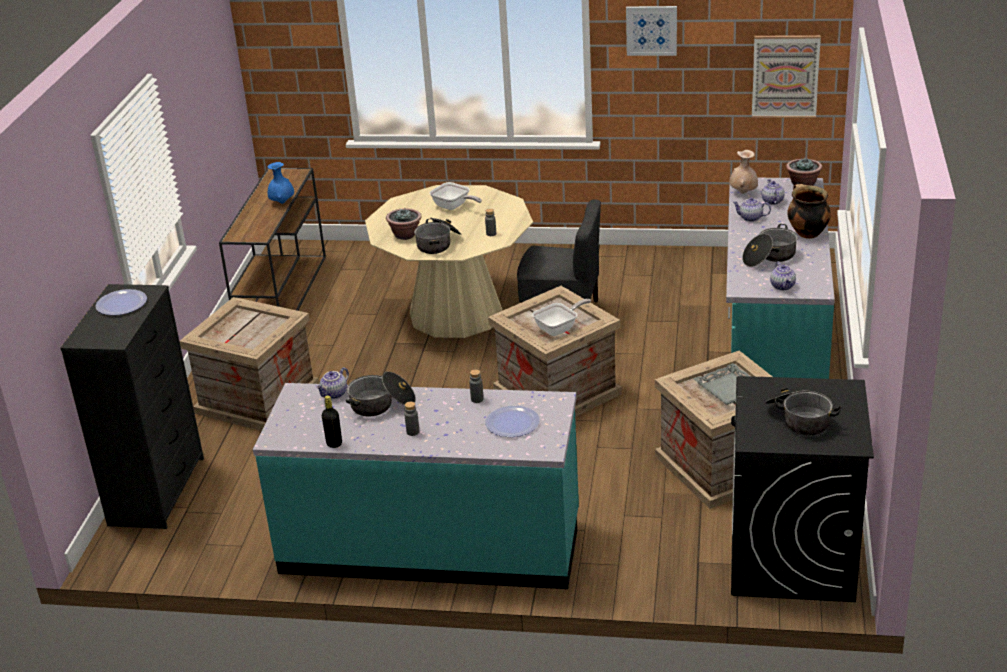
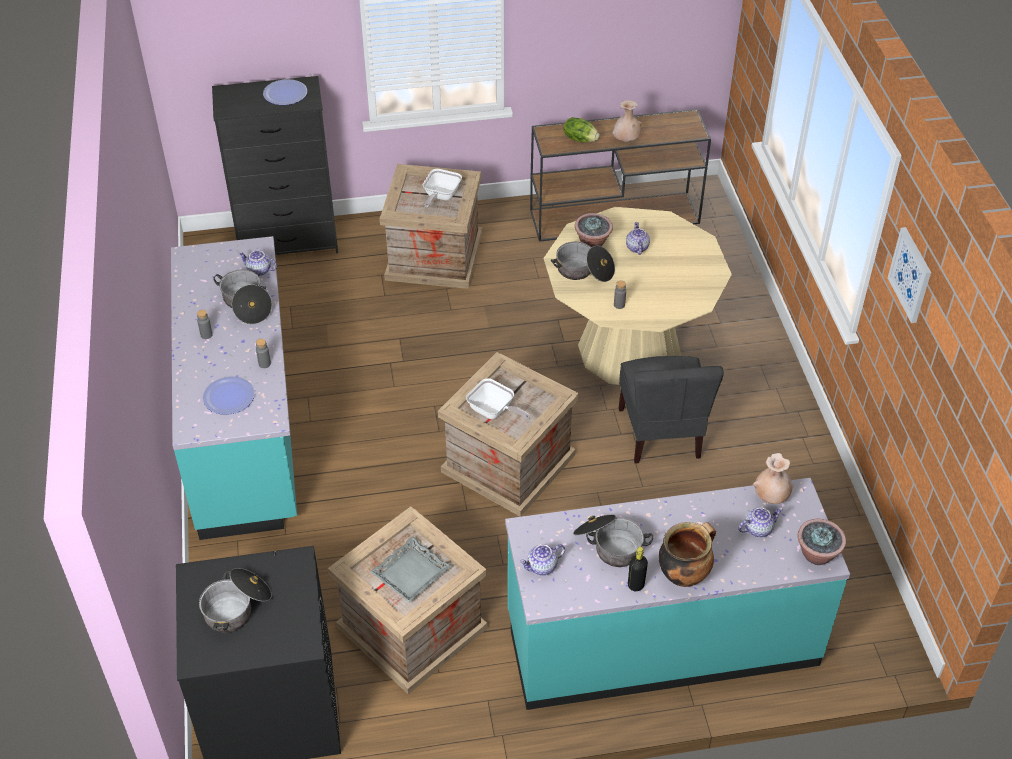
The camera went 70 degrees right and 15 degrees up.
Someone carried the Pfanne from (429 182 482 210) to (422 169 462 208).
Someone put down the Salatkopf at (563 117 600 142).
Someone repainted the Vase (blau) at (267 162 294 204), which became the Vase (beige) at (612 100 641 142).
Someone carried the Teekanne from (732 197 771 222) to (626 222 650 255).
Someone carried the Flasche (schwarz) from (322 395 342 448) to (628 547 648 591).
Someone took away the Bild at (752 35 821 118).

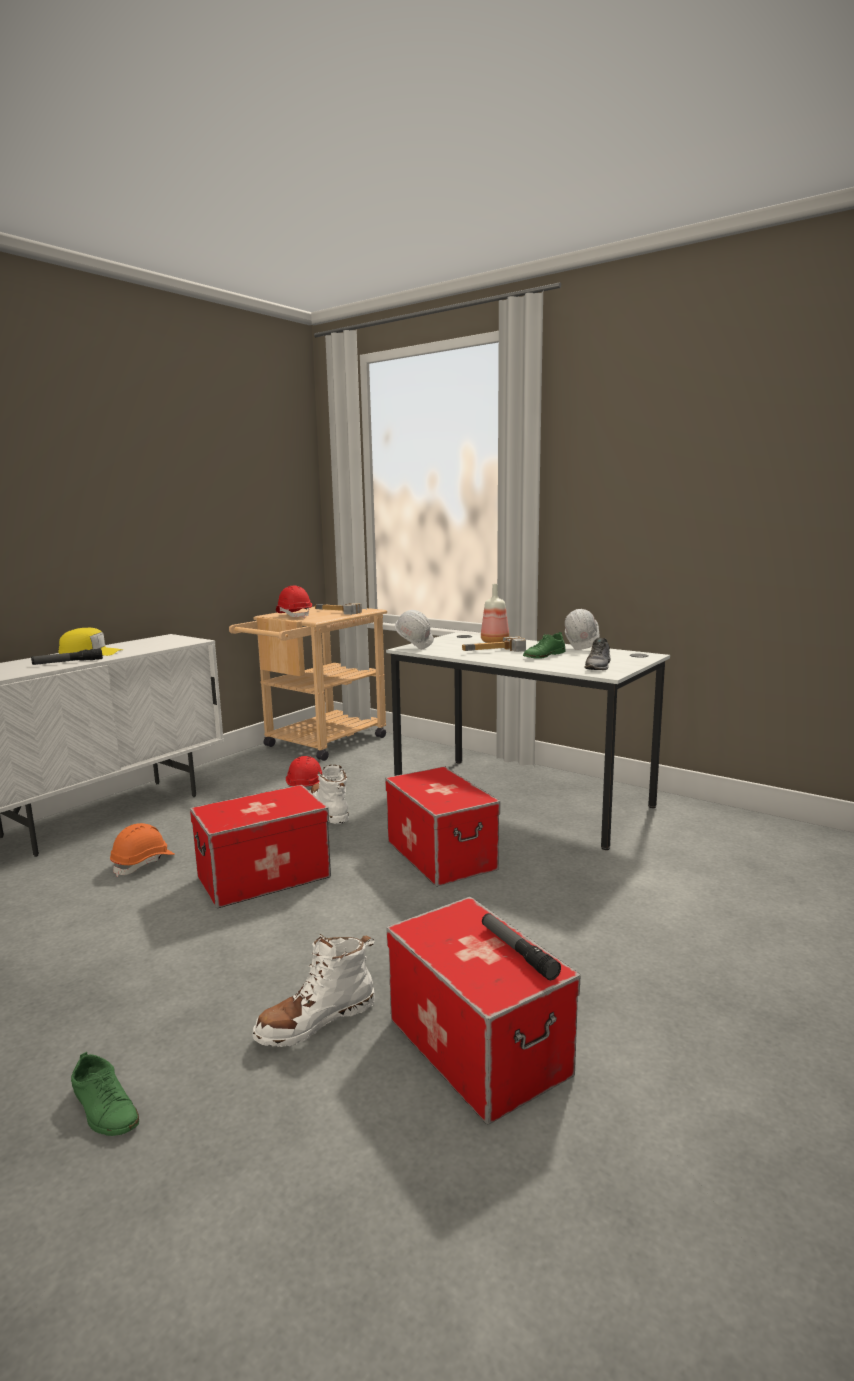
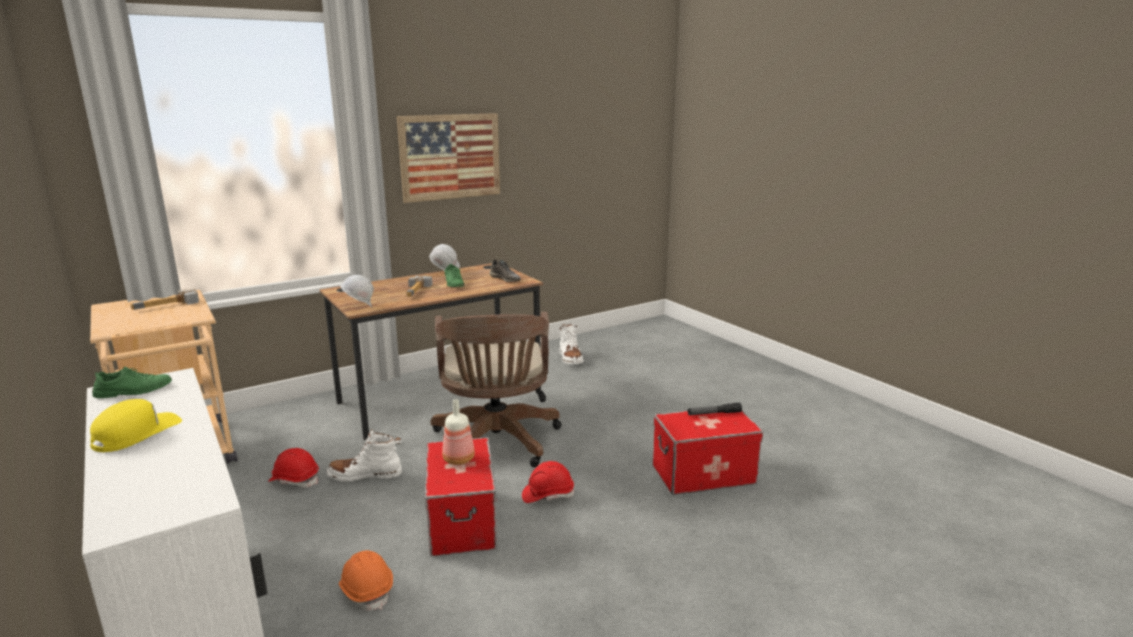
The camera went 70 degrees left and 5 degrees up.
Someone carried the Schuh (grün) from (71 1052 139 1136) to (92 367 172 398).
Someone repainted the Schreibtisch (weiß) at (386 632 670 850), which became the Schreibtisch (braun) at (320 263 543 440).
Someone put up the Bild at (397 113 500 203).
Someone swapped the Aufbewahrungsbox at (385 766 500 887) for the Bürostuhl (braun) at (431 312 562 467).
Someone carried the Flasche from (481 584 509 643) to (442 399 475 465).
Someone carried the Schutzhelm (rot) from (276 586 312 618) to (522 461 574 503).
Someone carried the Stiefel (weiß) from (252 934 375 1047) to (559 324 583 365).
Someone took away the Taschenlampe at (31 648 103 665).

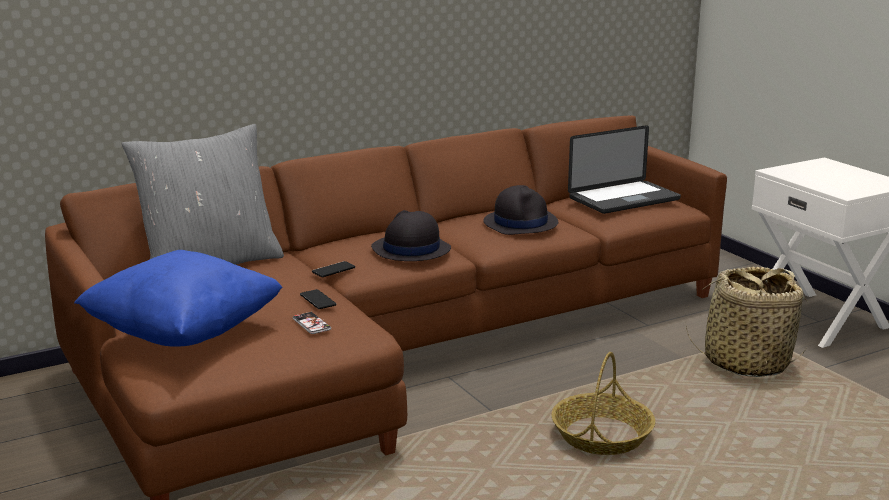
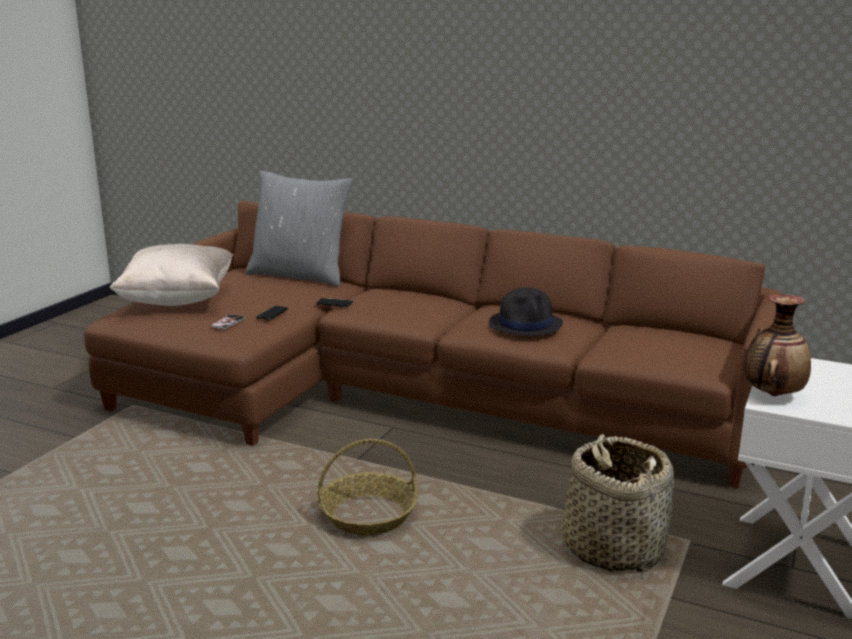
The camera went 55 degrees right and 0 degrees up.
Someone repainted the Kissen (blau) at (74 250 282 347), which became the Kissen (beige) at (109 244 234 306).
Someone put down the Vase at (745 295 811 396).
Someone took away the Hut (schwarz) at (371 210 451 261).
Someone took away the Laptop at (568 125 681 214).

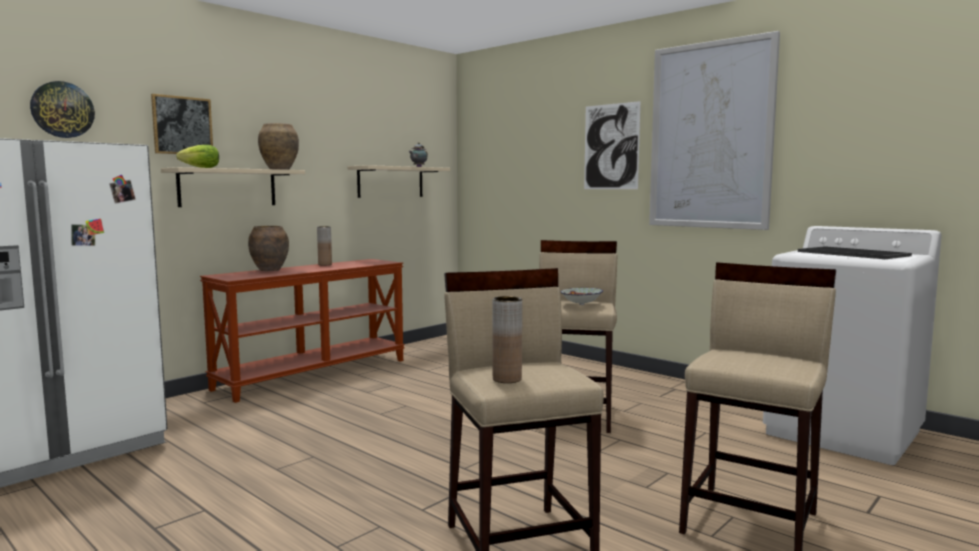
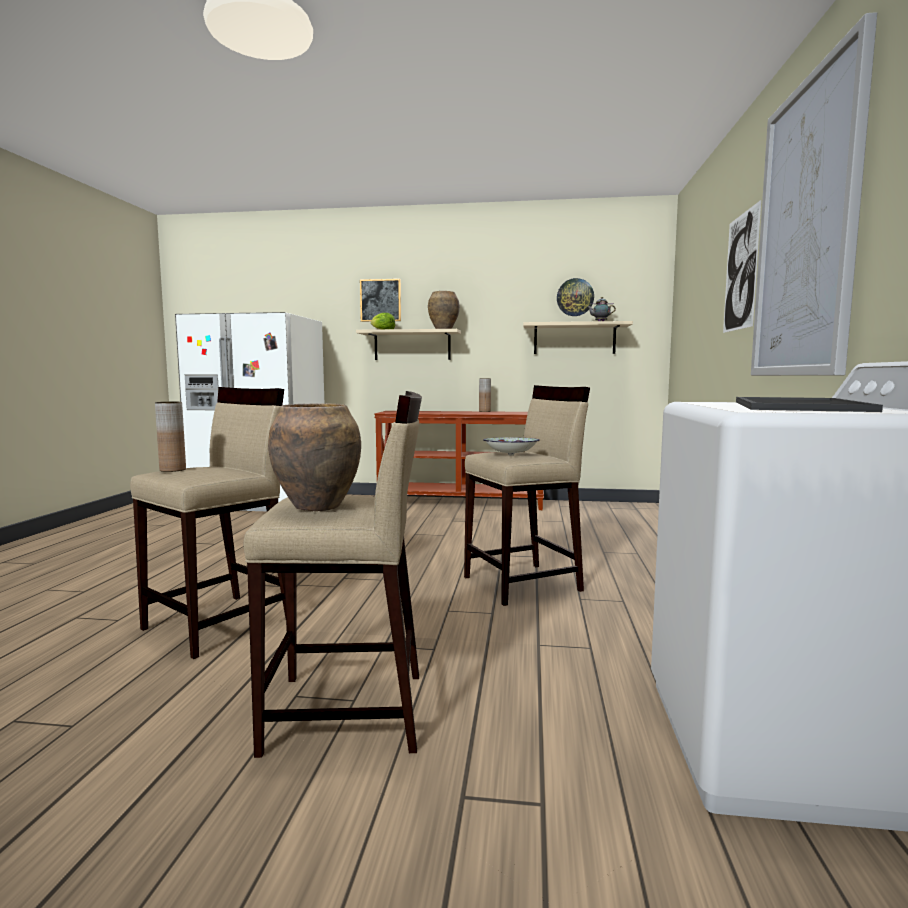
The camera went 55 degrees right and 0 degrees up.
Someone carried the Vase (braun) from (248 226 289 271) to (268 403 361 511).
Someone carried the Wanduhr from (30 81 95 138) to (557 278 594 316).

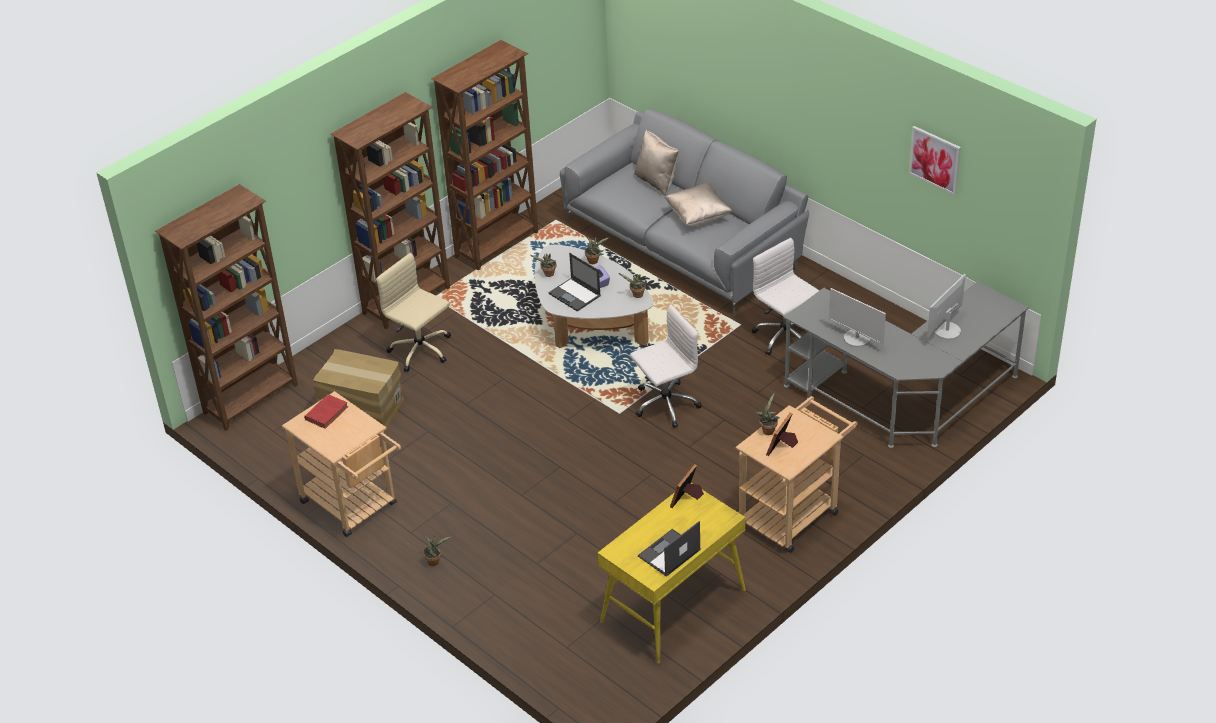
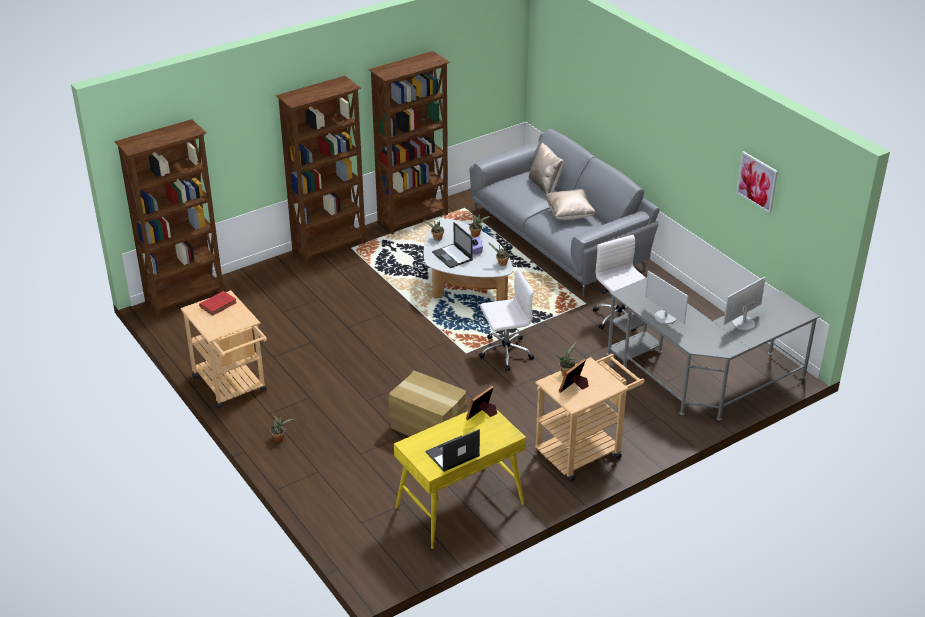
The camera went 10 degrees right and 5 degrees down.
Someone carried the Karton from (313 349 404 427) to (388 370 467 436).
Someone took away the Bürostuhl (beige) at (376 253 451 372).

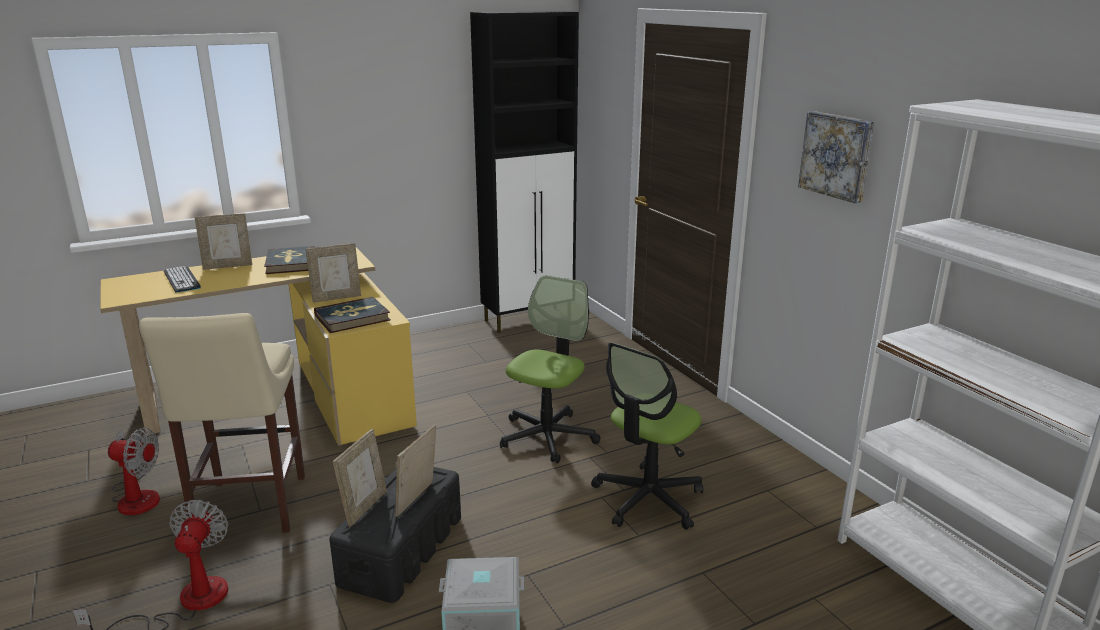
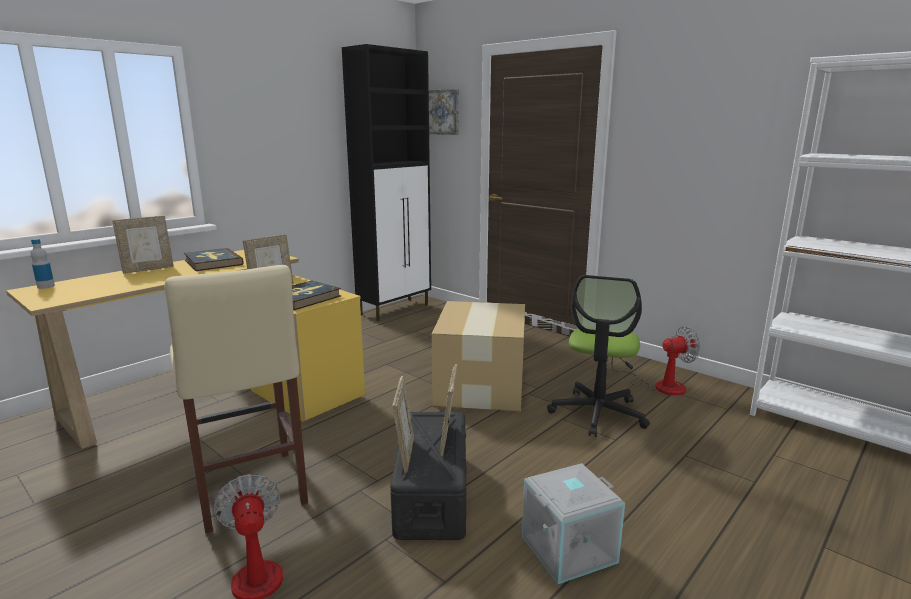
The camera went 20 degrees left and 5 degrees down.
Someone put down the Flasche at (31 239 55 289).
Someone carried the Bild from (798 111 874 203) to (429 89 459 135).
Someone swapped the Bürostuhl at (500 275 601 463) for the Karton at (432 301 525 411).
Someone carried the Ventilator from (108 428 160 515) to (609 326 700 396).
Someone took away the Tastatur at (164 266 201 293).

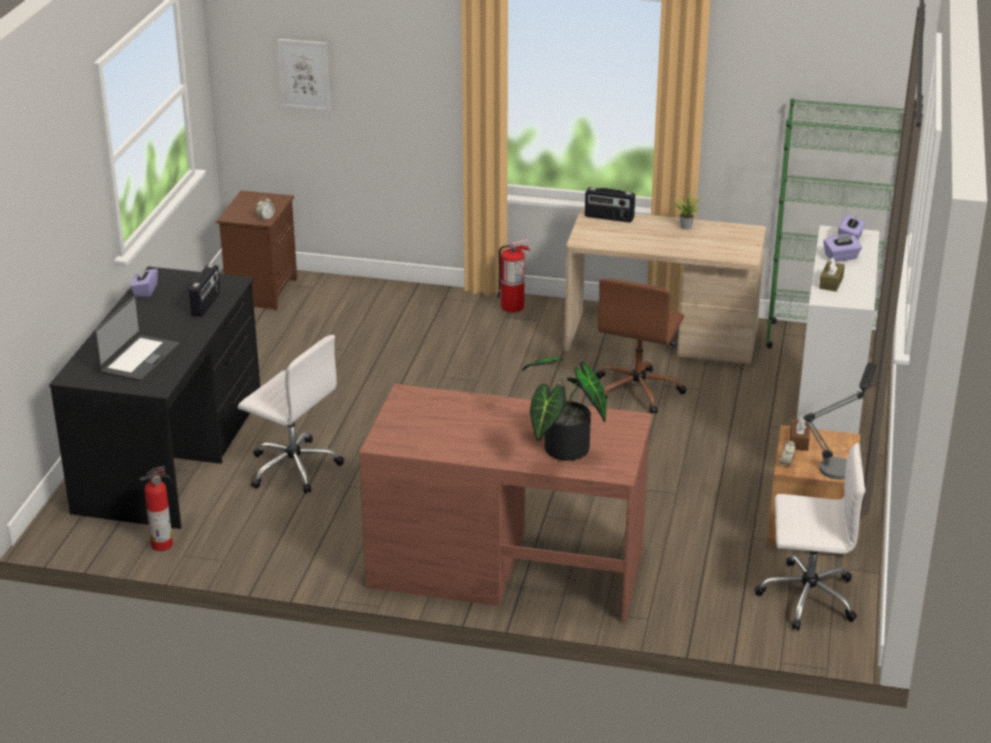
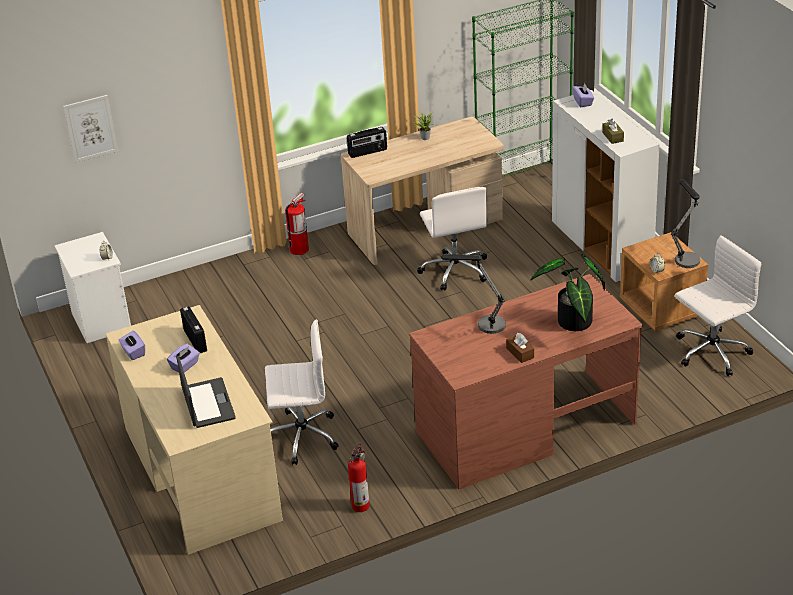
The camera went 35 degrees left and 5 degrees up.
Someone repainted the Nachttisch (braun) at (216 191 297 310), which became the Nachttisch (weiß) at (55 232 131 343).
Someone repainted the Schreibtisch (schwarz) at (49 266 260 529), which became the Schreibtisch (beige) at (106 305 283 555).
Someone carried the Taschentuchbox (lila) from (823 234 862 262) to (167 344 200 373).
Someone carried the Feuerlöscher from (140 465 173 551) to (348 443 369 512).
Someone repainted the Bürostuhl (braun) at (596 278 687 414), which became the Bürostuhl (weiß) at (417 187 487 290).
Someone put down the Tischlampe at (441 254 506 334).
Someone carried the Taschentuchbox (braun) from (790 416 810 451) to (506 333 534 363).

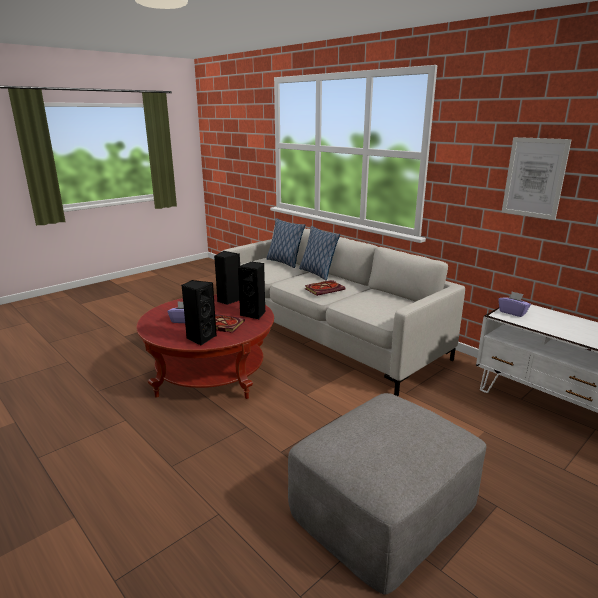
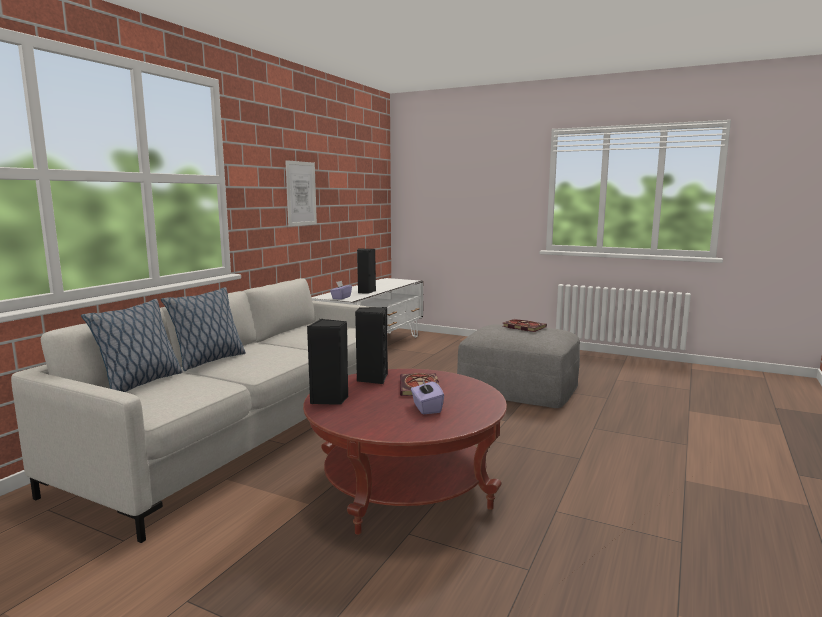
The camera went 110 degrees left and 10 degrees down.
Someone carried the Lautsprecher (schwarz) from (182 280 217 346) to (357 249 376 294).
Someone carried the Buch from (304 280 345 296) to (502 319 547 332).

